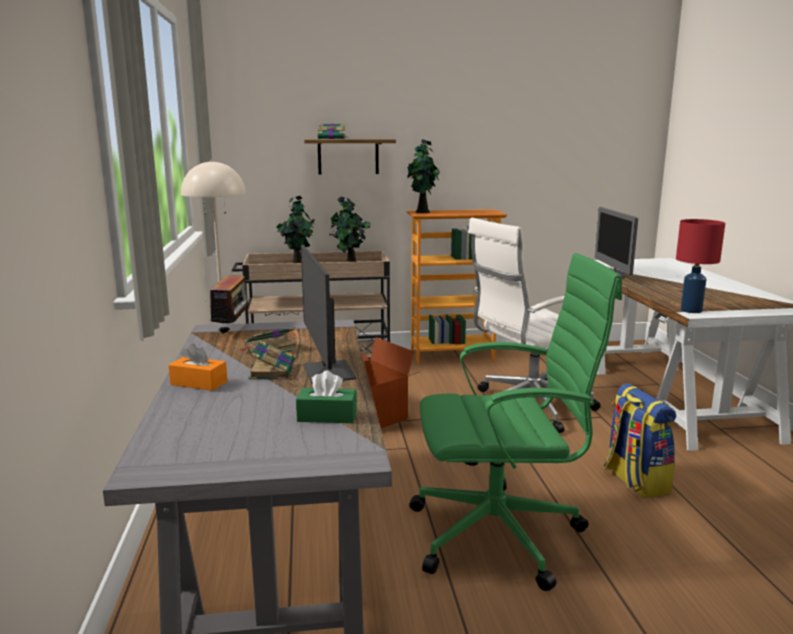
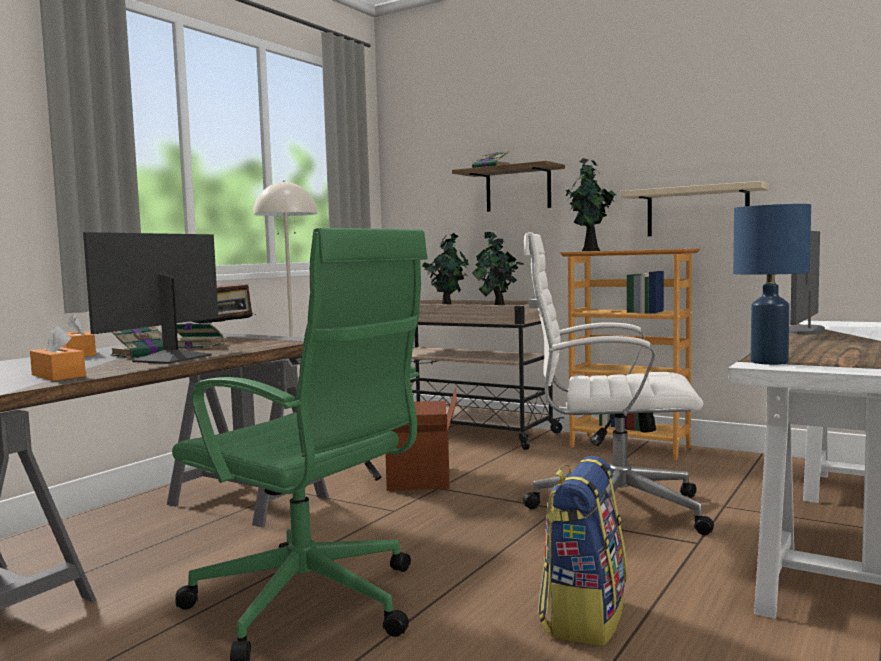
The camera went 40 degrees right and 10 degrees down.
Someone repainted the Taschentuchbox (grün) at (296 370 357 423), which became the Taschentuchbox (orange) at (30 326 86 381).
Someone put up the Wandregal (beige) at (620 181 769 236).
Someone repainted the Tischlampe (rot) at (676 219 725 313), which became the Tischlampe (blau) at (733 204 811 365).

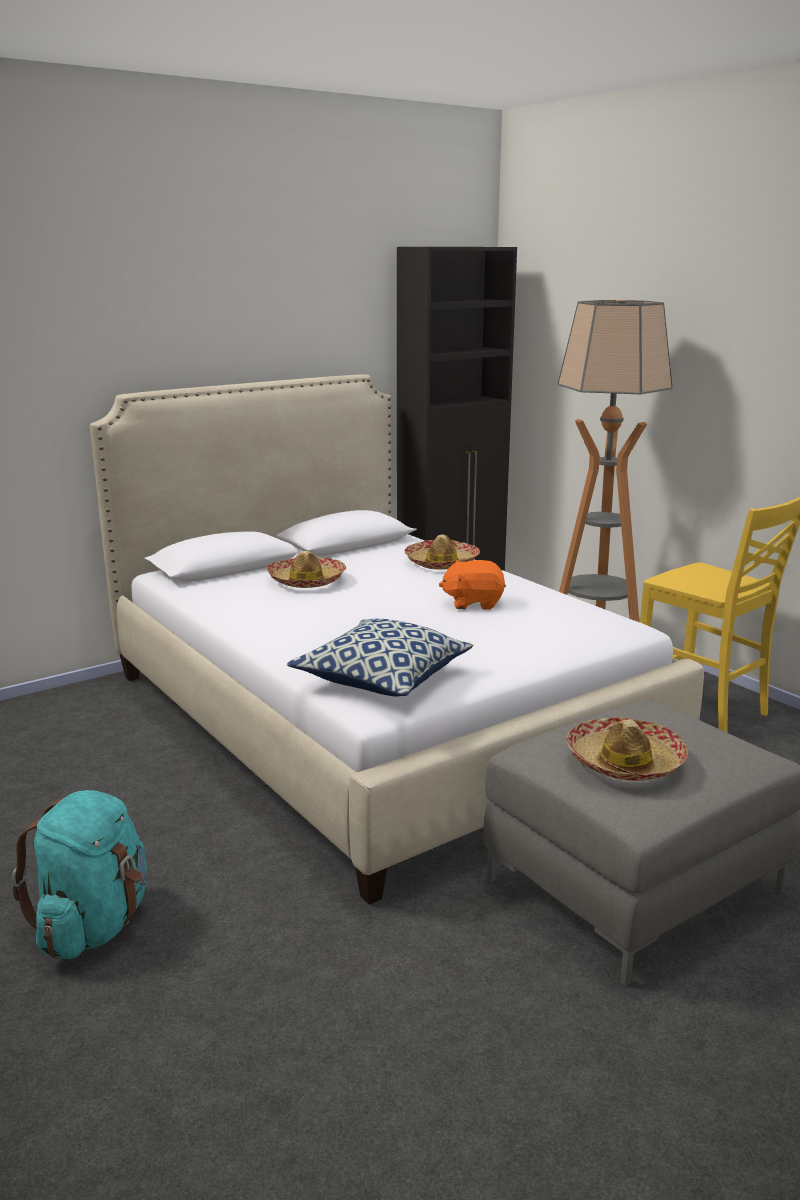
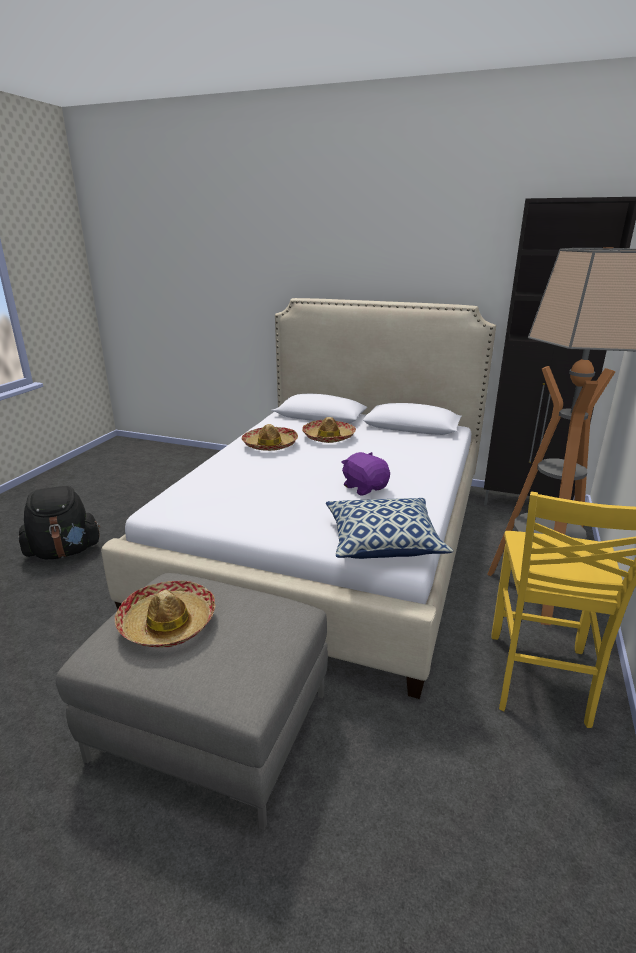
The camera went 55 degrees right and 5 degrees up.
Someone repainted the Rucksack (türkis) at (12 790 147 959), which became the Rucksack (schwarz) at (18 486 101 559).
Someone carried the Hut from (405 535 480 570) to (242 424 298 451).
Someone carried the Kissen from (287 619 473 696) to (326 498 453 559).
Someone repainted the Plüschtier (orange) at (439 560 506 610), which became the Plüschtier (lila) at (341 452 390 496).

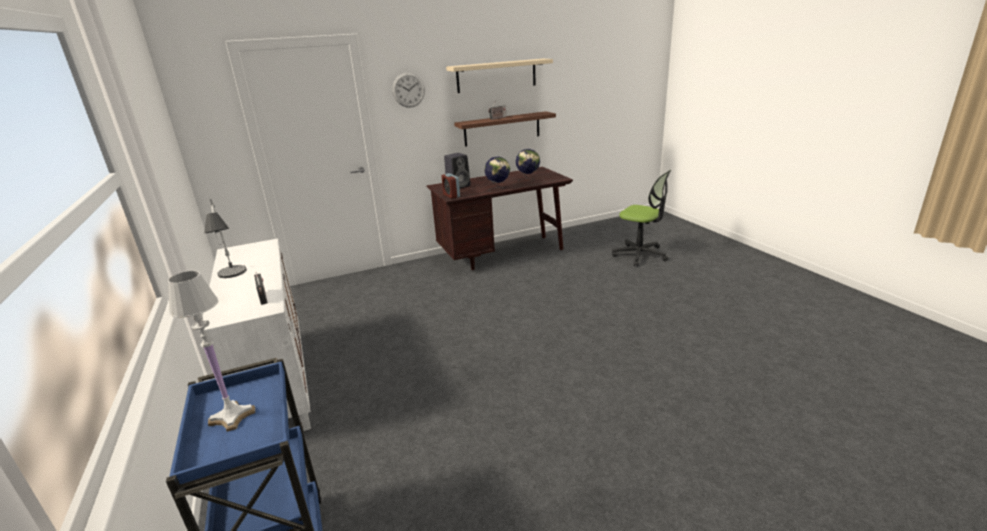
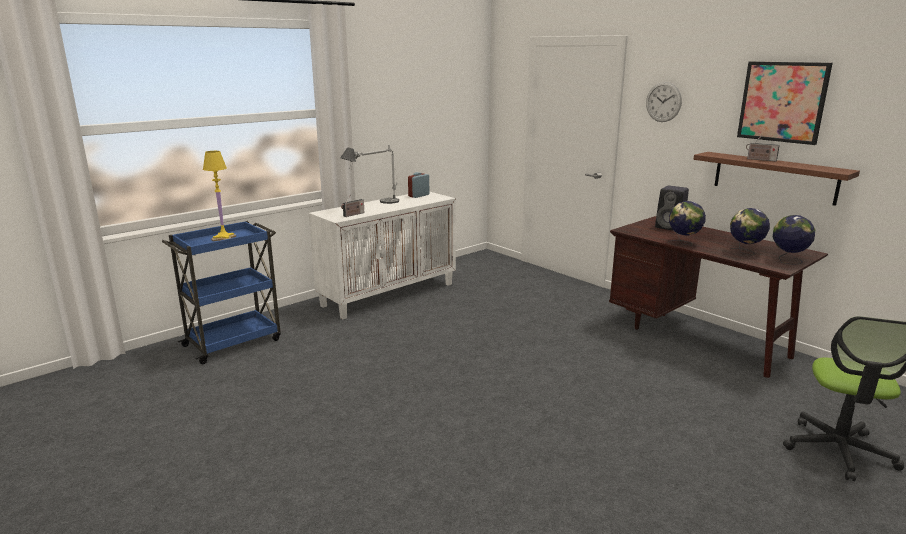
The camera went 70 degrees right and 5 degrees down.
Someone repainted the Tischlampe (weiß) at (168 271 255 432), which became the Tischlampe (gelb) at (203 151 236 241).
Someone carried the Wecker from (442 173 460 199) to (408 172 429 198).
Someone swapped the Wandregal (beige) at (446 59 553 93) for the Bild at (737 62 833 145).
Someone put down the Globus at (773 215 815 265).

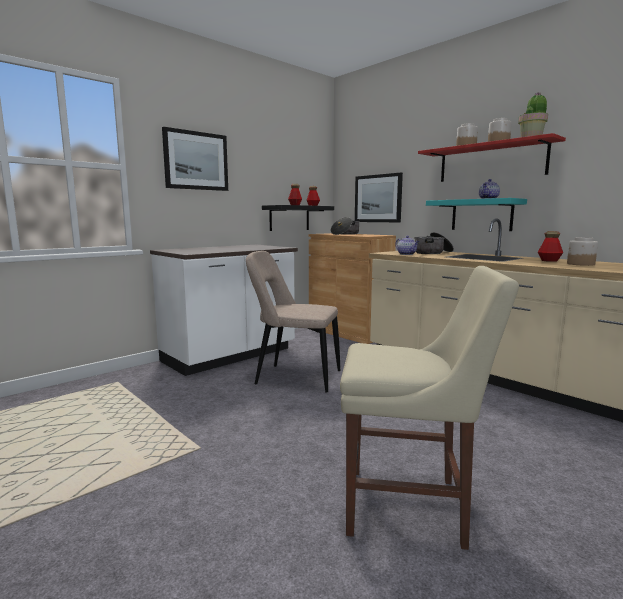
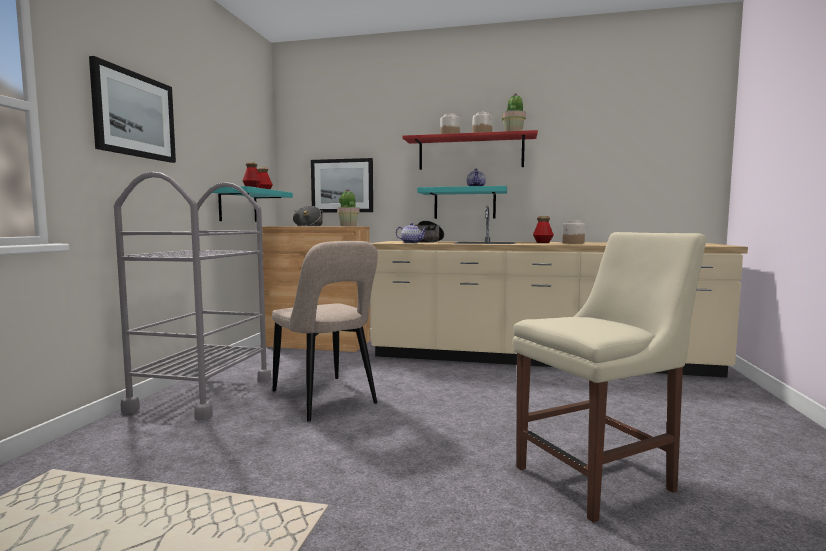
The camera went 35 degrees left and 5 degrees down.
Someone swapped the Küchenzeile (weiß) at (150 245 298 376) for the Rollwagen (grau) at (114 172 271 421).
Someone repainted the Wandregal (schwarz) at (262 205 334 231), which became the Wandregal (türkis) at (210 186 293 222).
Someone rotated the Stuhl (beige) at (246 251 340 393) by 105 degrees counterclockwise.
Someone put down the Topfpflanze at (337 189 360 226).

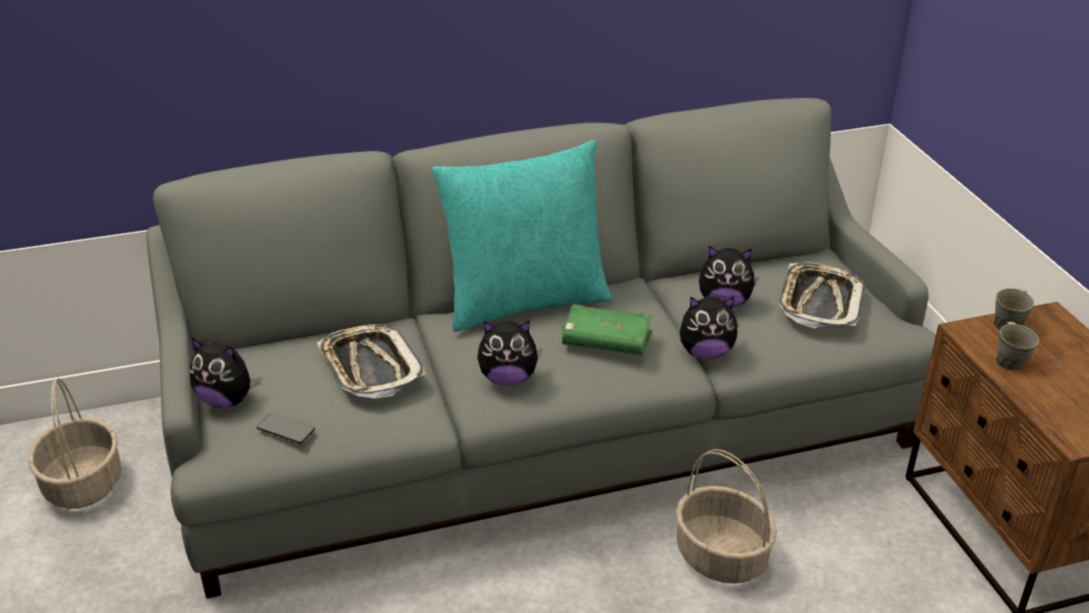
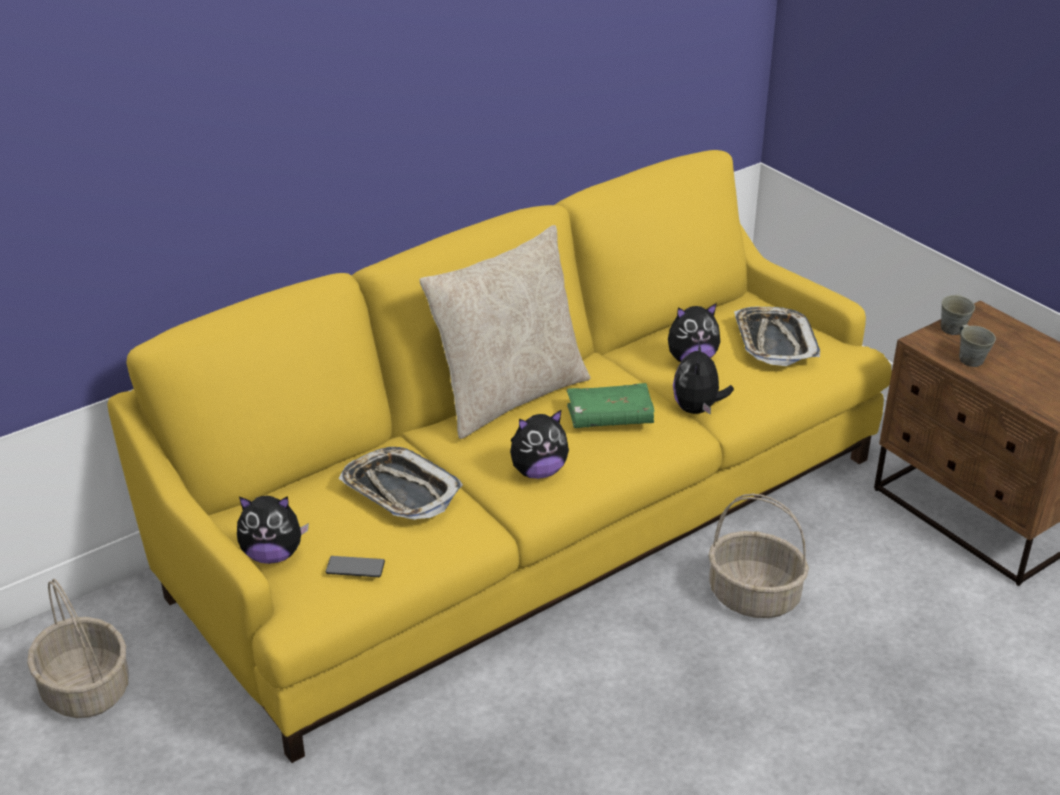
The camera went 20 degrees left and 0 degrees up.
Someone repainted the Sofa (grau) at (146 98 936 599), which became the Sofa (gelb) at (108 150 892 763).
Someone repainted the Kissen (türkis) at (432 140 612 331), which became the Kissen (beige) at (419 225 591 439).
Someone rotated the Plüschtier at (680 296 739 359) by 120 degrees clockwise.

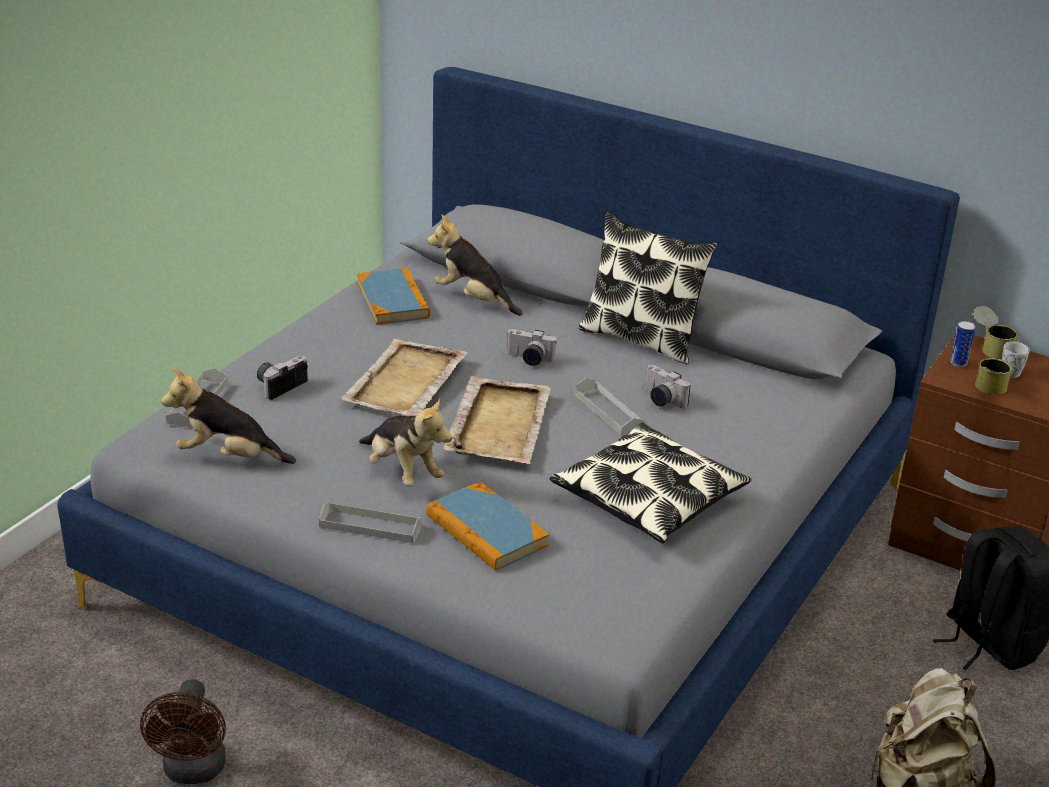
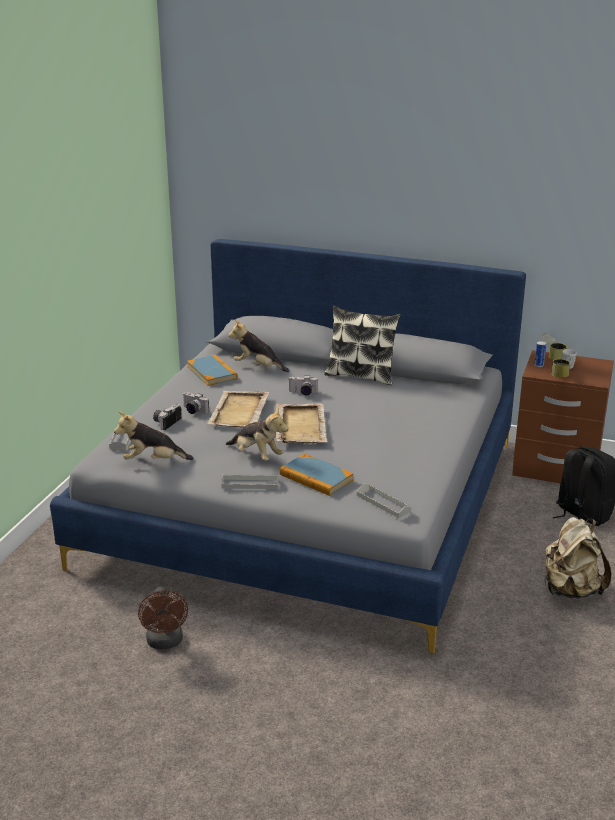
The camera went 10 degrees left and 5 degrees down.
Someone carried the Kamera from (645 365 691 408) to (183 392 209 414).
Someone carried the Tablett (grau) from (573 378 645 435) to (357 484 411 518).
Someone took away the Kissen at (550 423 752 543).

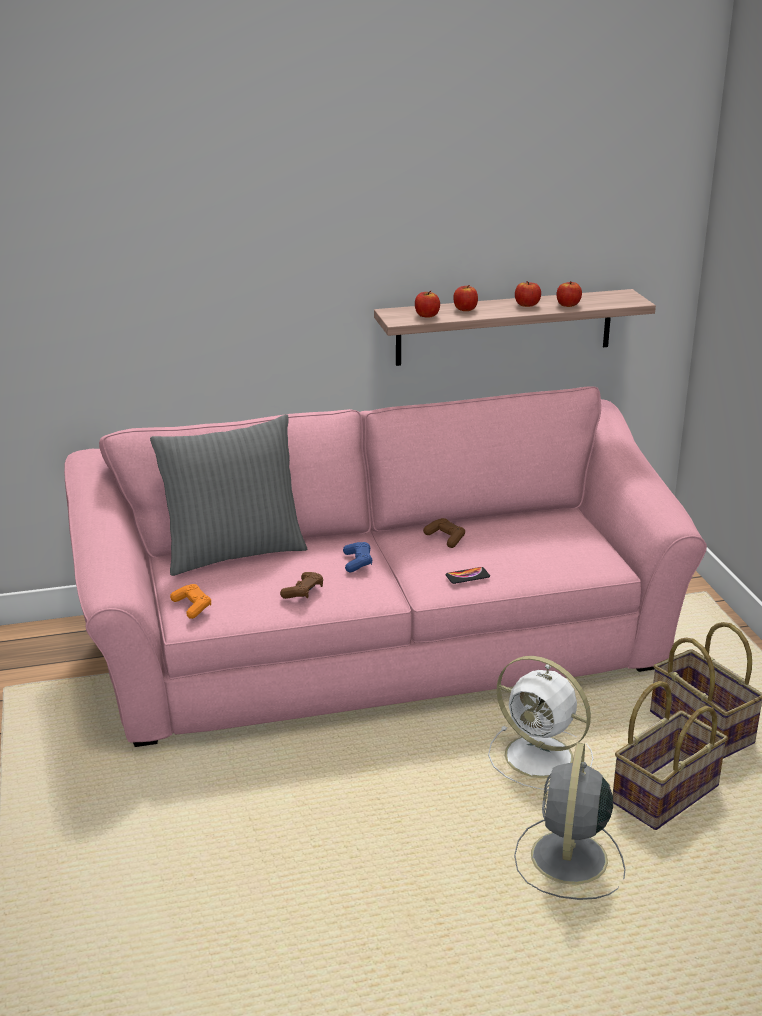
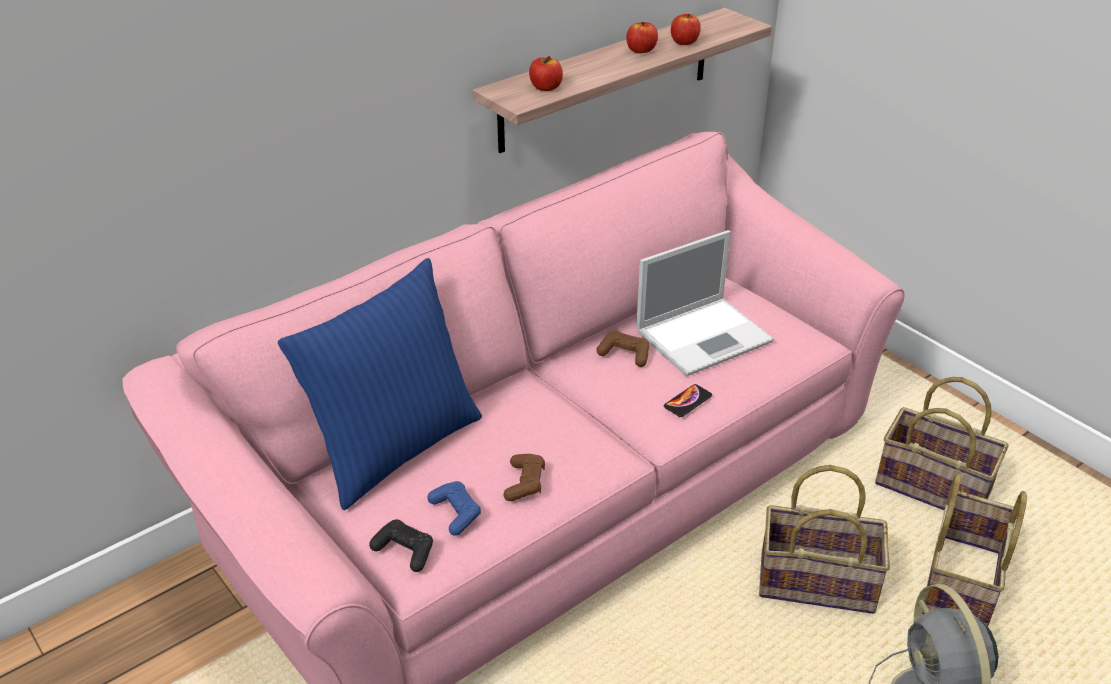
The camera went 25 degrees left and 10 degrees up.
Someone repainted the Kissen (grau) at (150 415 307 576), which became the Kissen (blau) at (278 258 482 510).
Someone repainted the Gamepad (orange) at (170 584 211 619), which became the Gamepad (schwarz) at (369 519 433 572).
Someone carried the Gamepad (blau) from (343 542 372 572) to (427 481 481 536).
Someone put down the Laptop at (636 230 774 376).
Someone swapped the Ventilator (weiß) at (488 656 593 790) for the Korb at (759 465 890 614).
Someone took away the Apfel at (453 285 478 311).

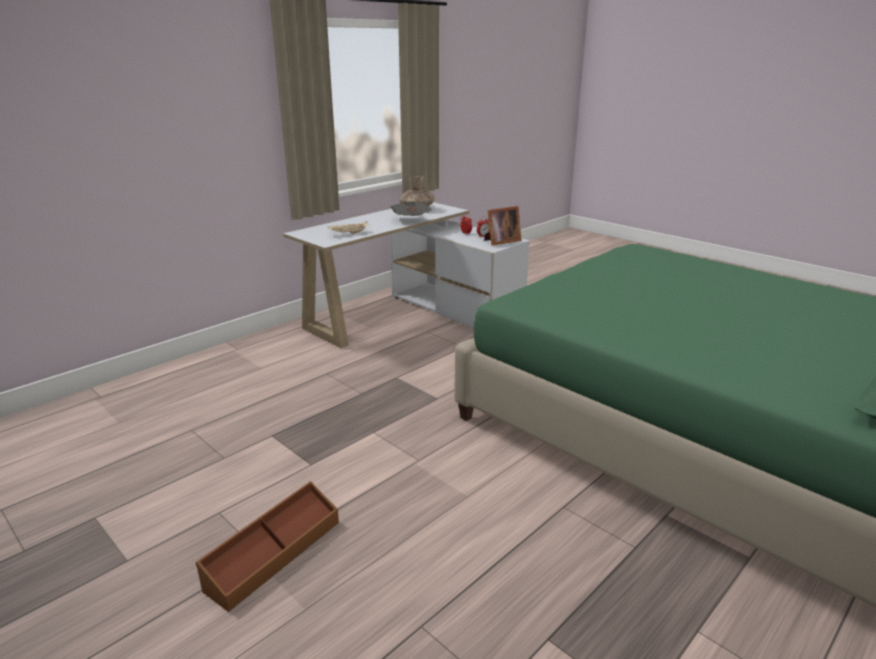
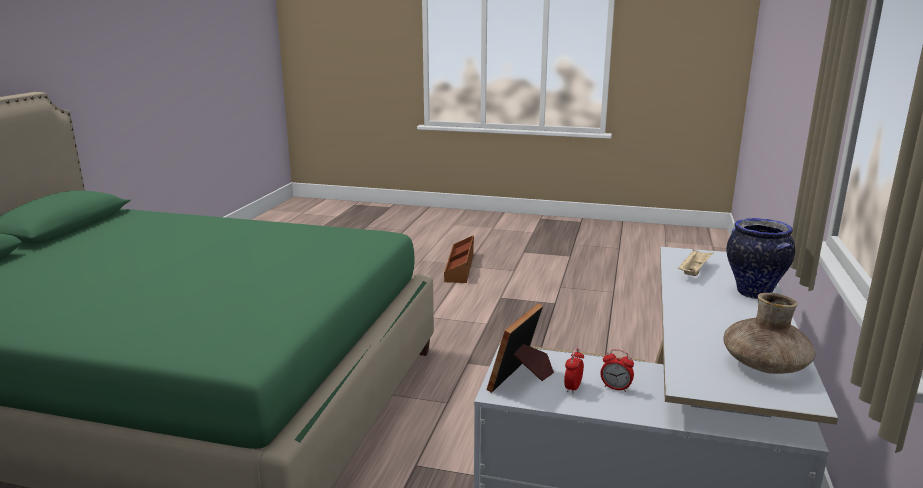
The camera went 150 degrees right and 5 degrees down.
Someone put down the Vase at (727 218 795 299).
Someone took away the Zeitung at (390 202 432 216).

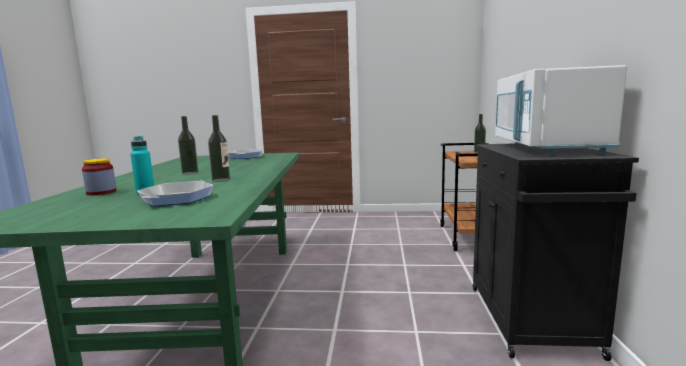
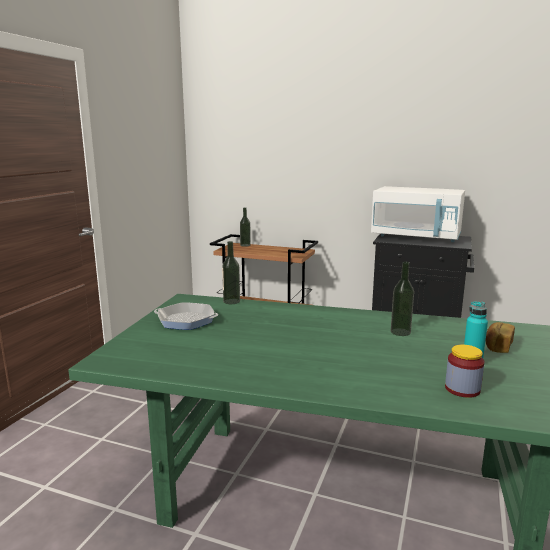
The camera went 75 degrees left and 5 degrees up.
Someone carried the Flasche from (178 116 198 175) to (222 241 240 304).
Someone swapped the Pfanne at (137 181 214 206) for the Brot at (486 322 515 353).

